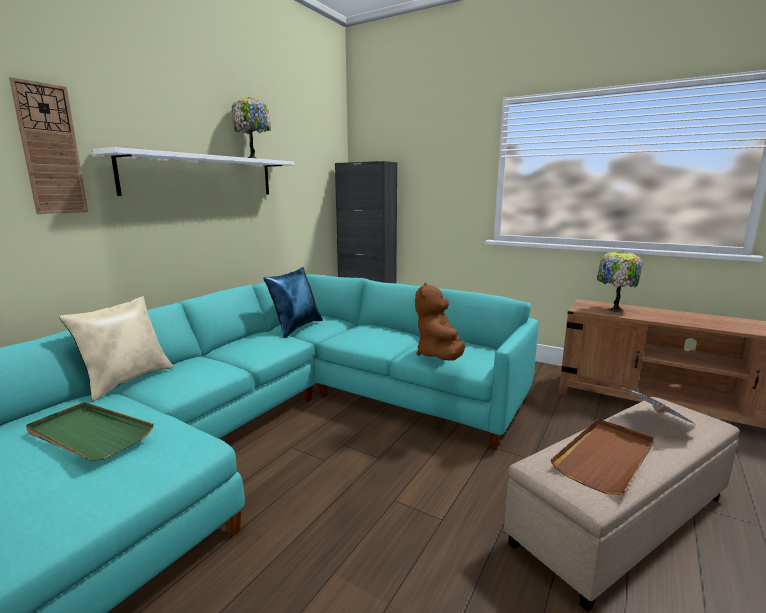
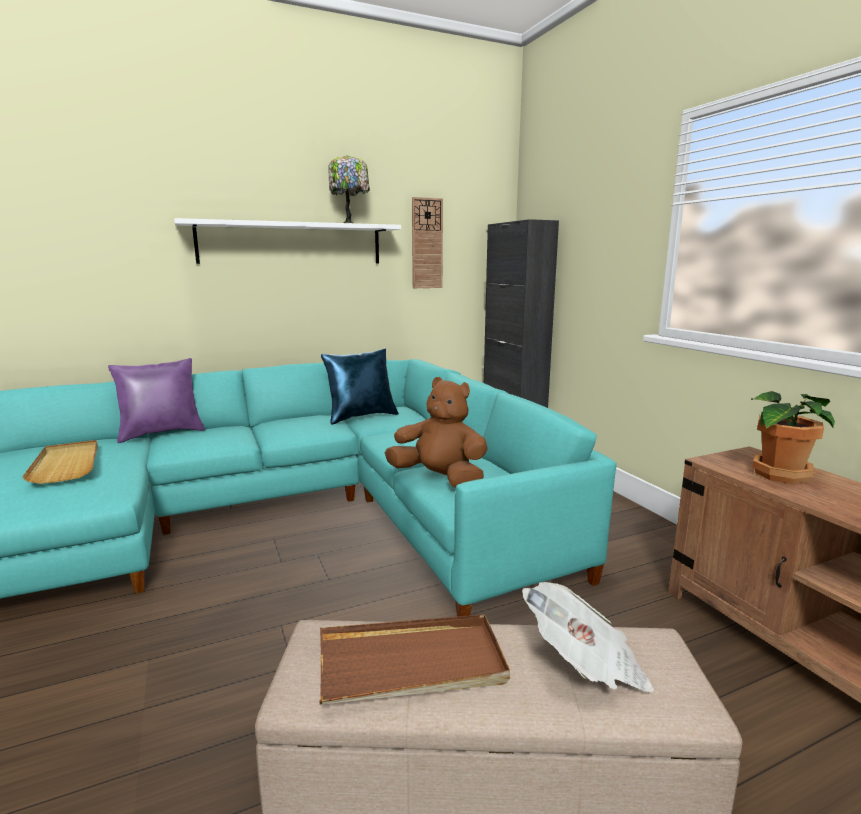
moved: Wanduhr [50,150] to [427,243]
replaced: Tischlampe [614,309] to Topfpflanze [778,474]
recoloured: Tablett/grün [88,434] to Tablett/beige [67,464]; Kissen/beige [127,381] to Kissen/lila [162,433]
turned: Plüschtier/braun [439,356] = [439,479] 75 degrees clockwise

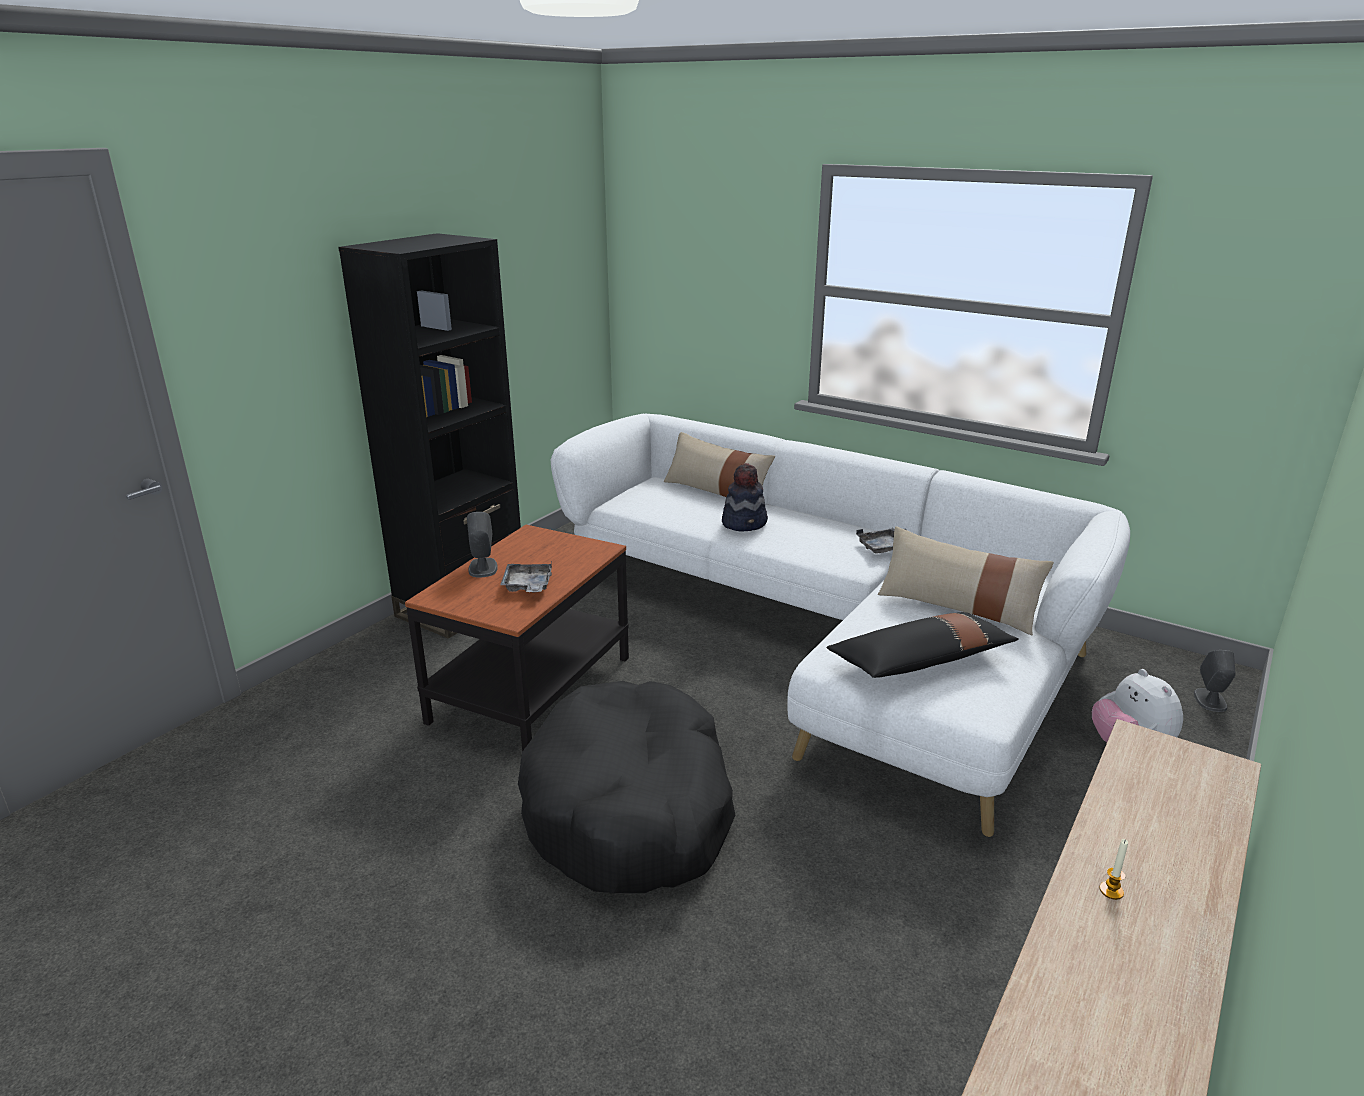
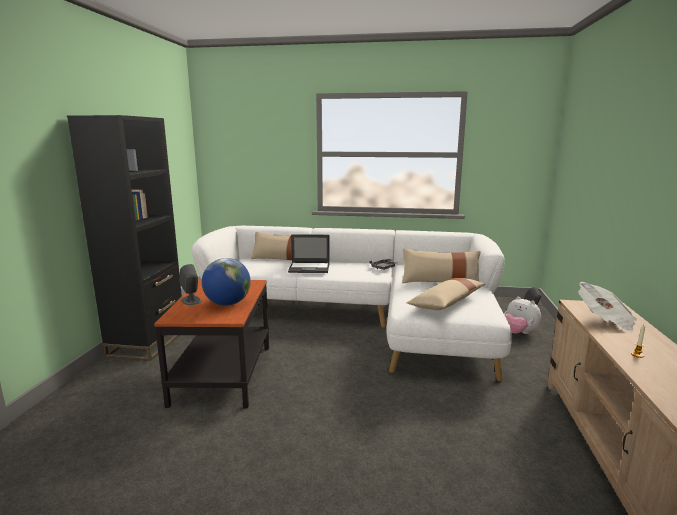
removed: Hundebett/schwarz [630,809]
added: Zeitung [605,320]
replaced: Tablett/grau [528,586] to Globus [228,303]; Hut [745,523] to Laptop [310,268]
recoloured: Kissen/schwarz [920,661] to Kissen/beige [447,303]

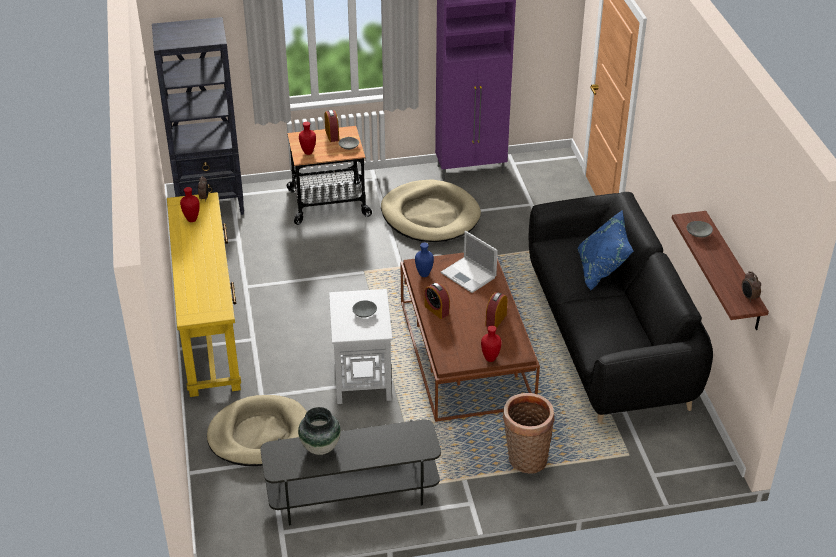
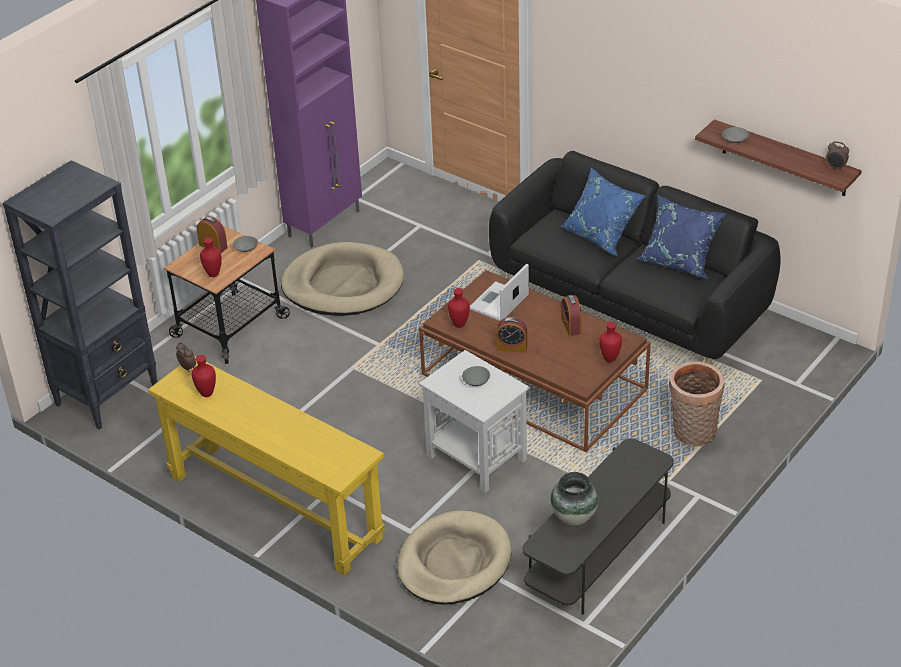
added: Kissen/blau [679,261]
recoloured: Vase/blau [424,274] to Vase/rot [459,324]
turned: Laptop [469,275] = [498,303] 120 degrees clockwise

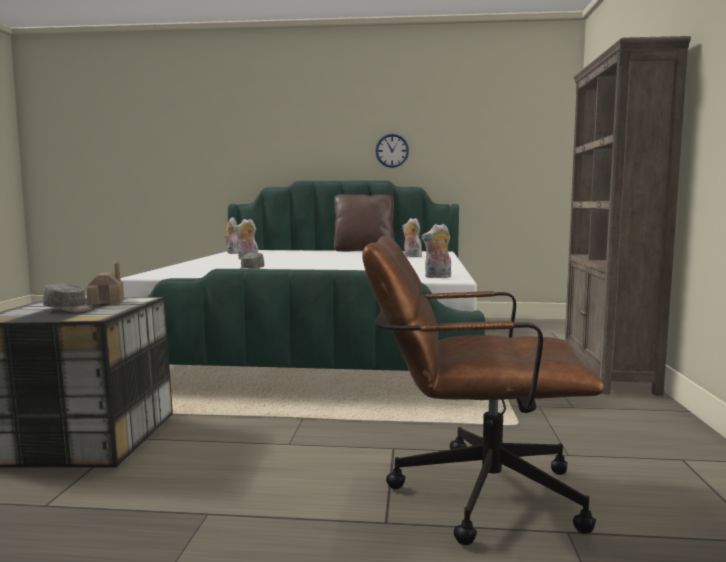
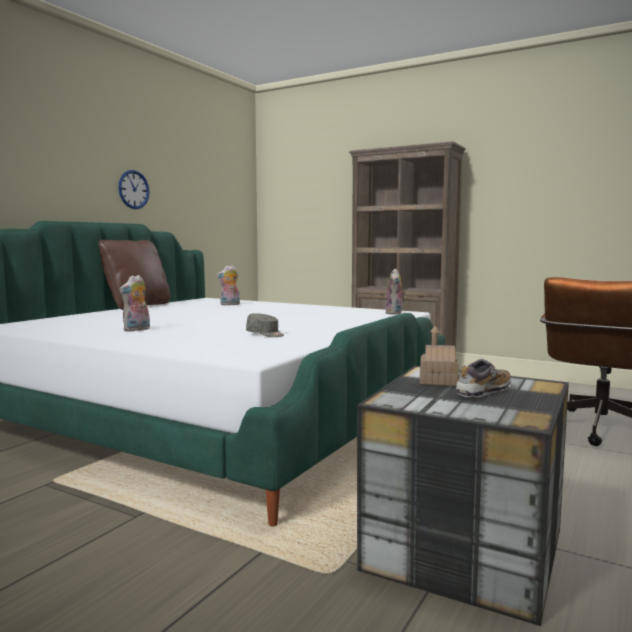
removed: Plüschtier [232,253]
replaced: Kappe/grau [69,309] to Schuh [483,392]

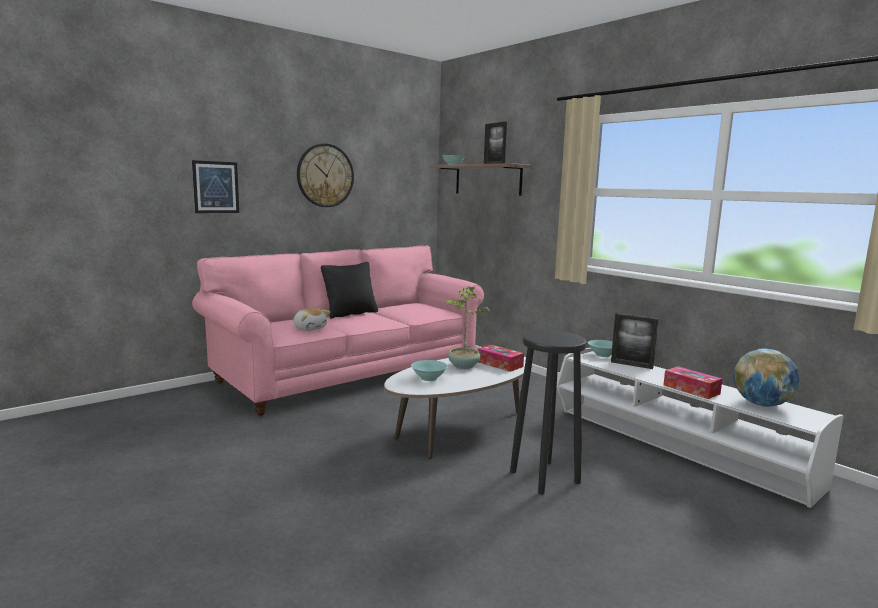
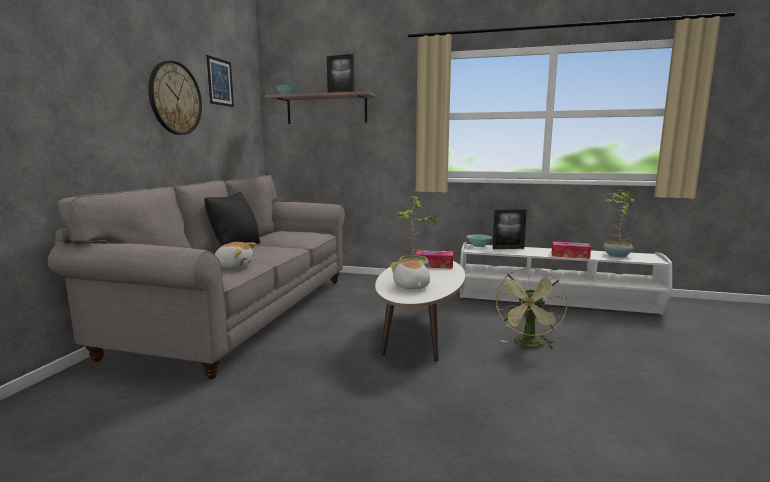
moved: Bild [216,187] to [220,82]
replaced: Schüssel/türkis [428,378] to Plüschtier [411,287]; Hocker/schwarz [545,477] to Ventilator/grün [529,345]; Globus [761,404] to Topfpflanze [616,255]
recoloured: Sofa/rosa [350,374] to Sofa/grau [243,313]

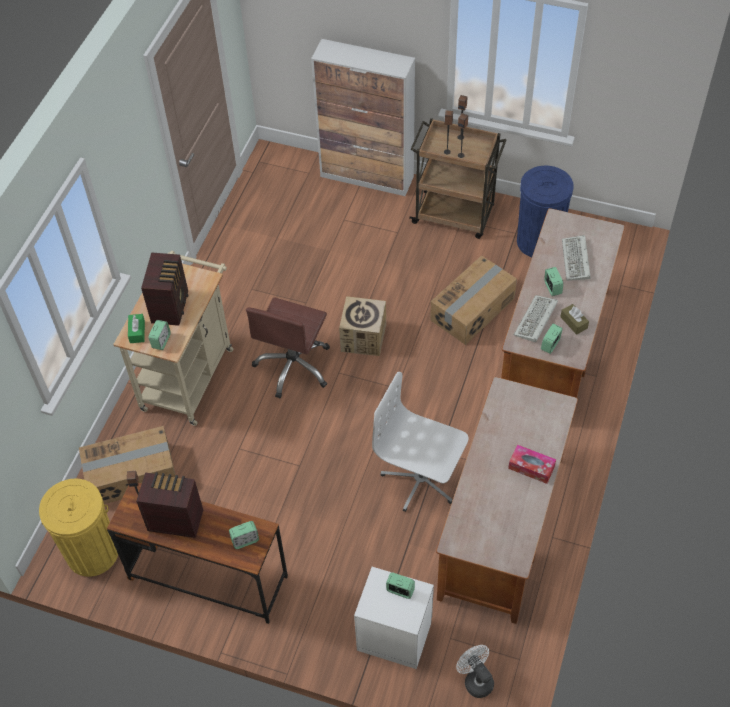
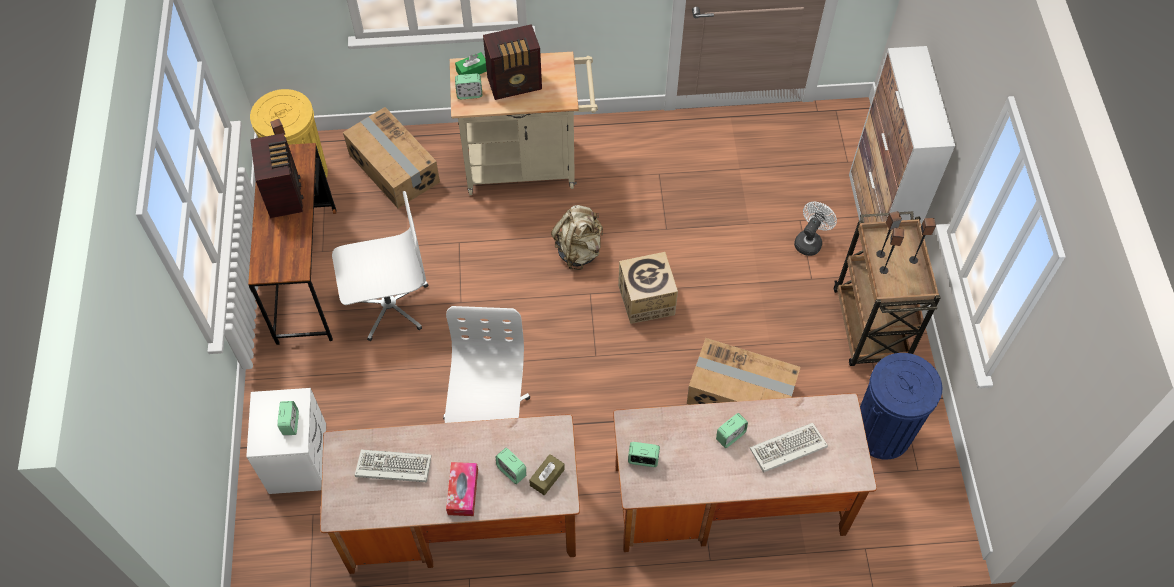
added: Bürostuhl/weiß [388,304]
moved: Wecker [245,540] to [511,471]; Ventilator/weiß [475,680] to [810,241]; Tastatur [536,321] to [392,468]; Taschentuchbox/braun [573,322] to [547,477]
replaced: Bürostuhl/braun [294,366] to Rucksack/beige [579,250]

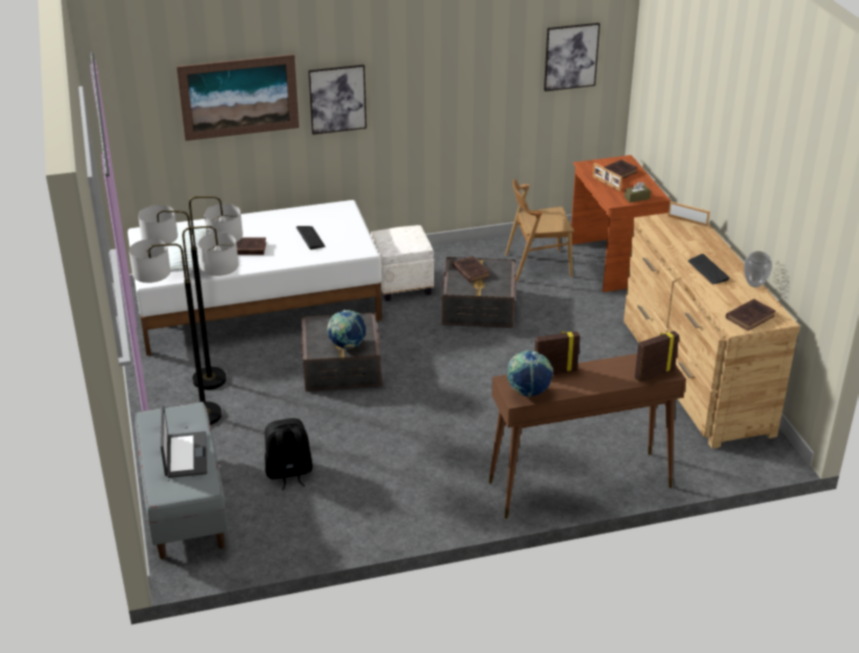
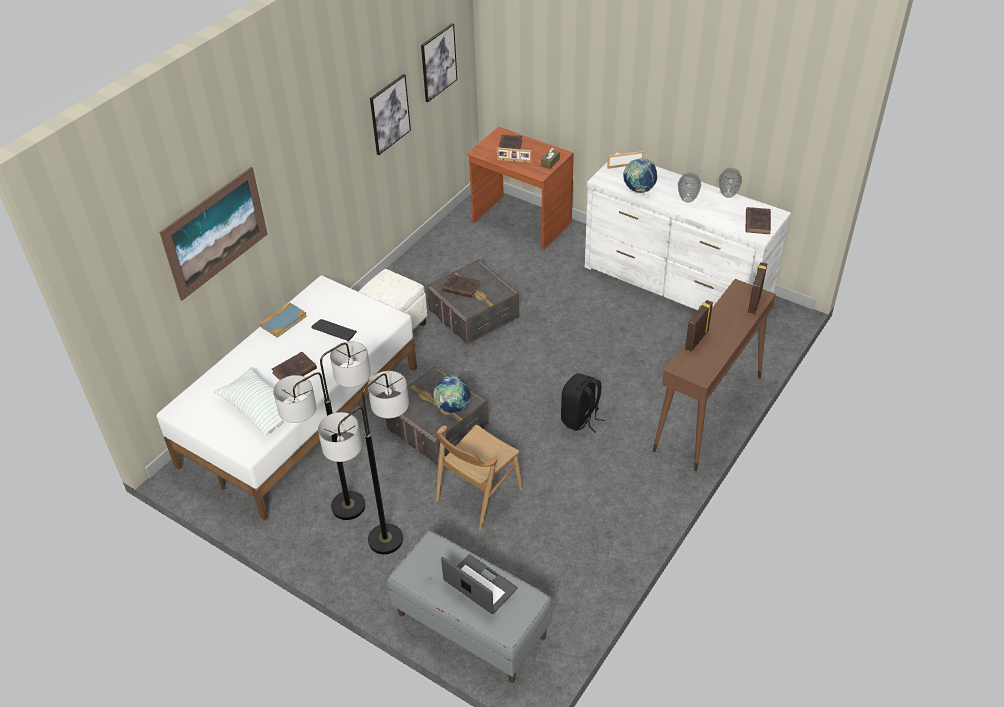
added: Buch [283,321]
moved: Rucksack/schwarz [289,473] to [580,419]; Bild [337,99] to [389,114]; Stuhl/braun [537,265] to [478,495]; Globus [528,392] to [639,190]
replaced: Tastatur [708,270] to Vase [688,199]
recoloured: Kommode/braun [694,376] to Kommode/weiß [676,284]

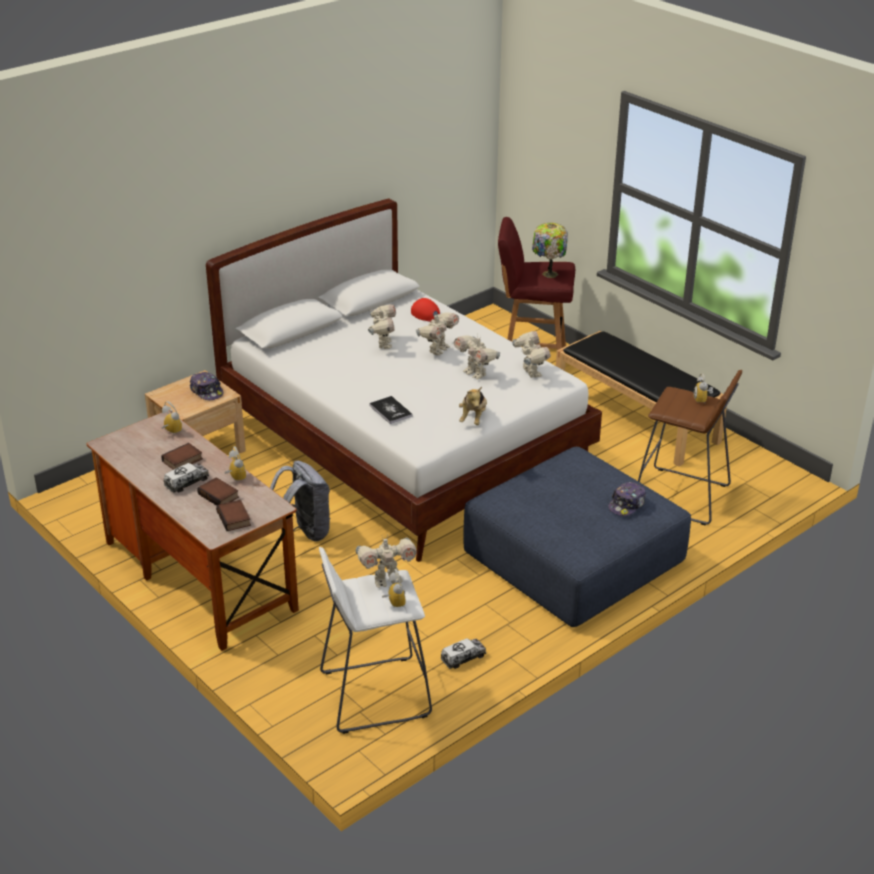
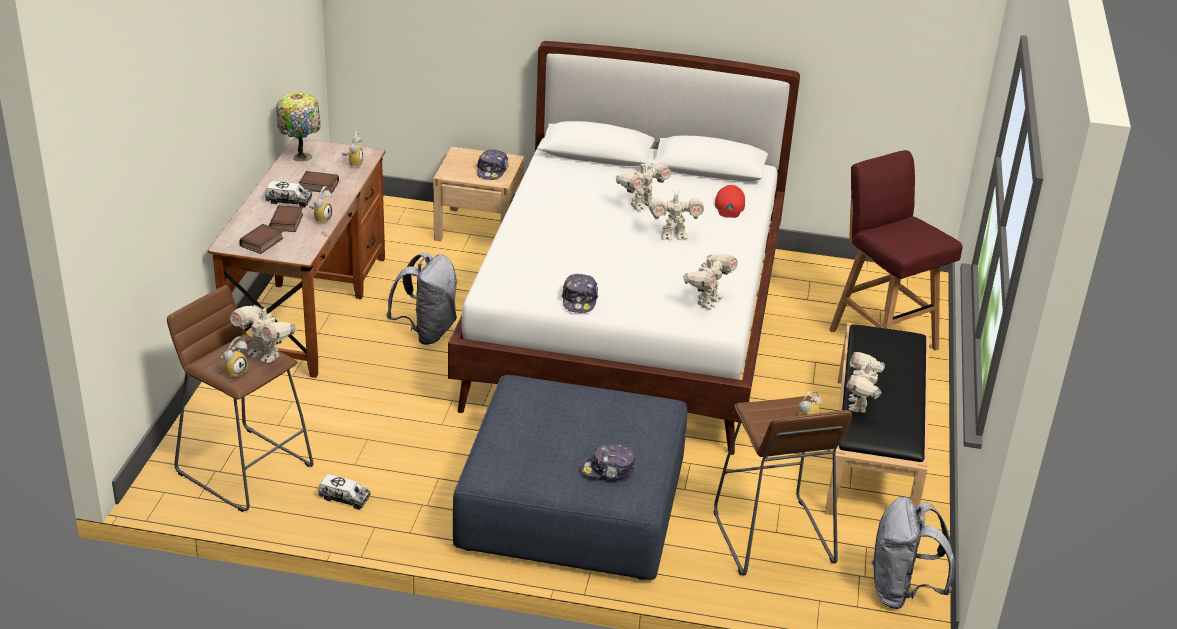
removed: Buch [390,411]
added: Rucksack/grau [902,592]
moved: Spielzeugroboter [476,373] to [859,405]; Tischlampe [548,274] to [301,156]
replaced: Plüschtier [473,418] to Kappe [579,300]
recoloured: Hocker/weiß [373,694] to Hocker/braun [245,468]

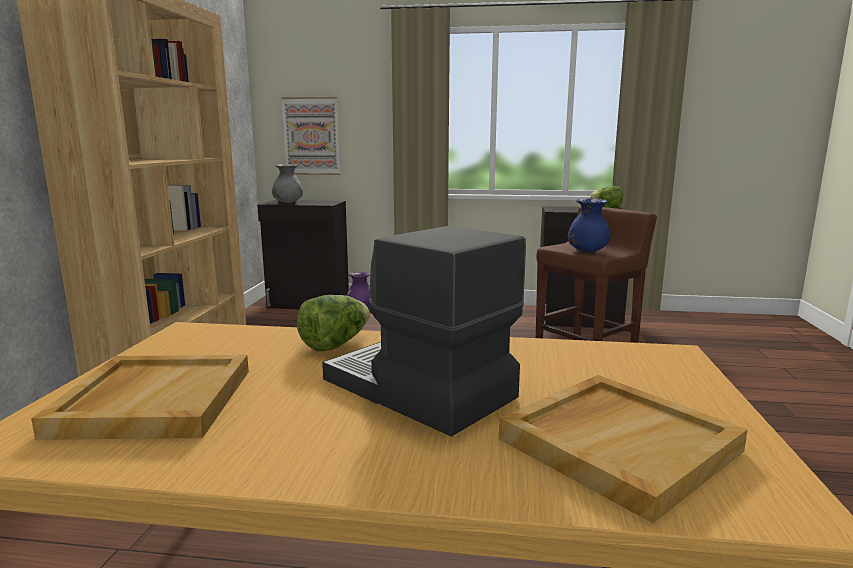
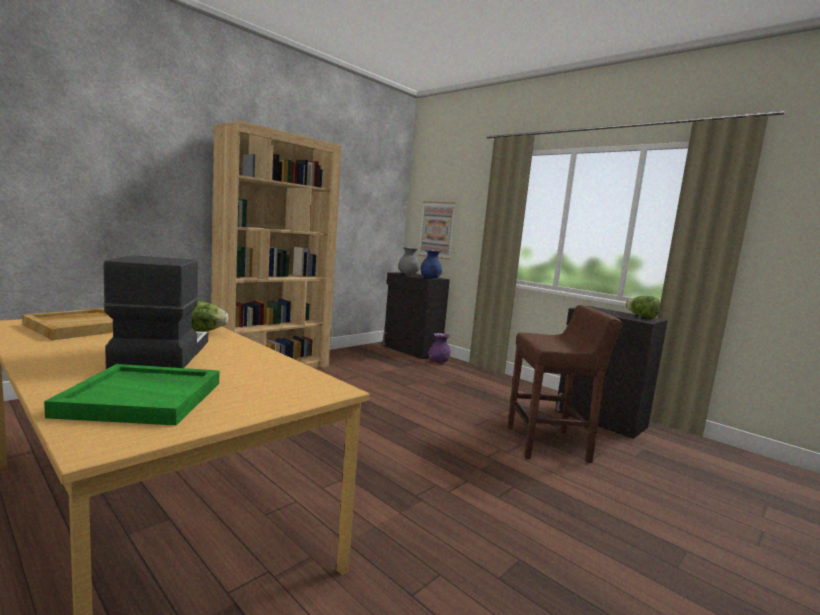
moved: Vase/blau [587,251] to [430,278]
recoloured: Tablett/beige [618,443] to Tablett/grün [144,398]

